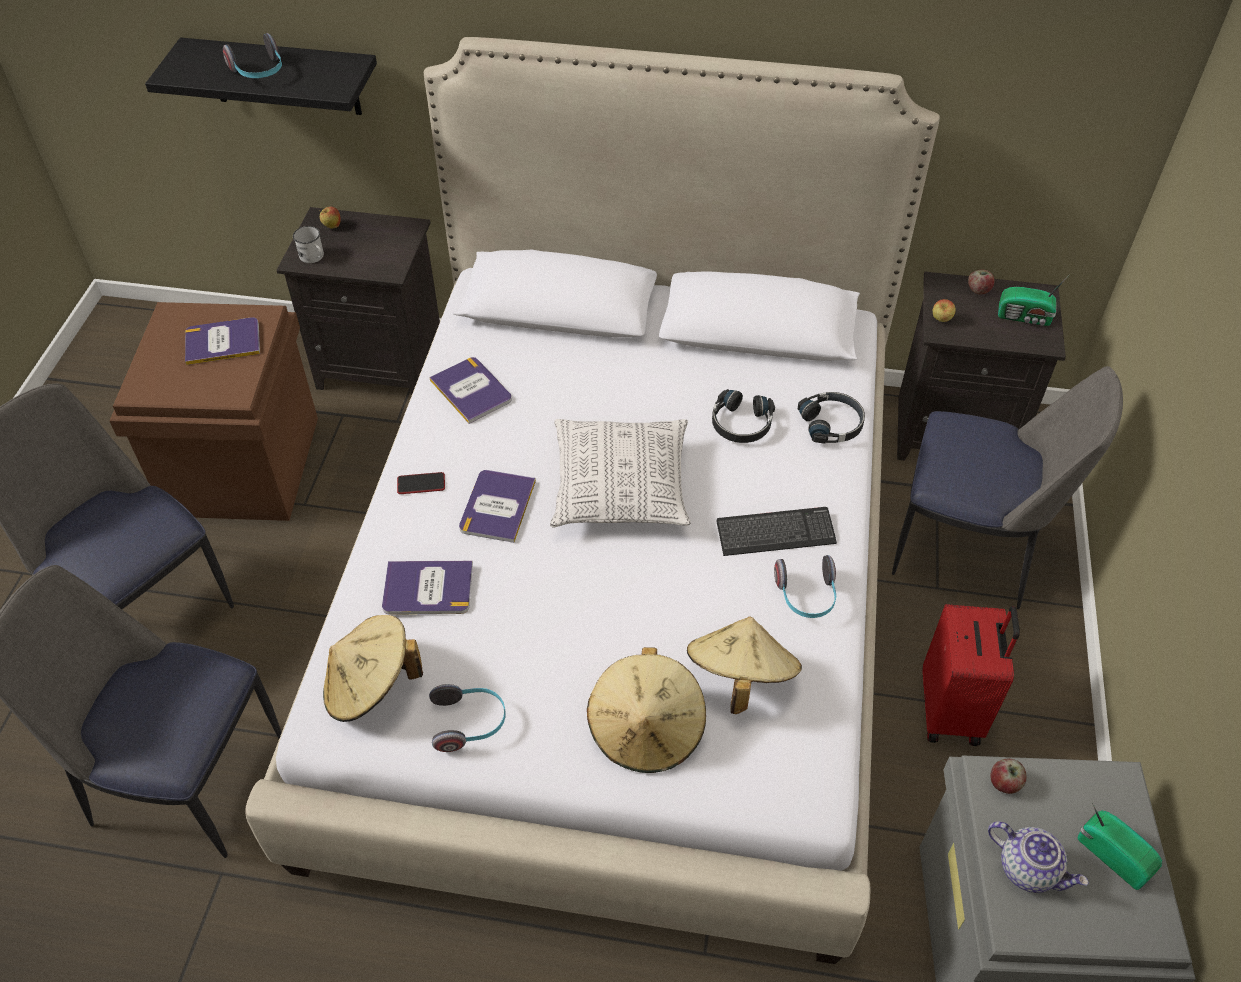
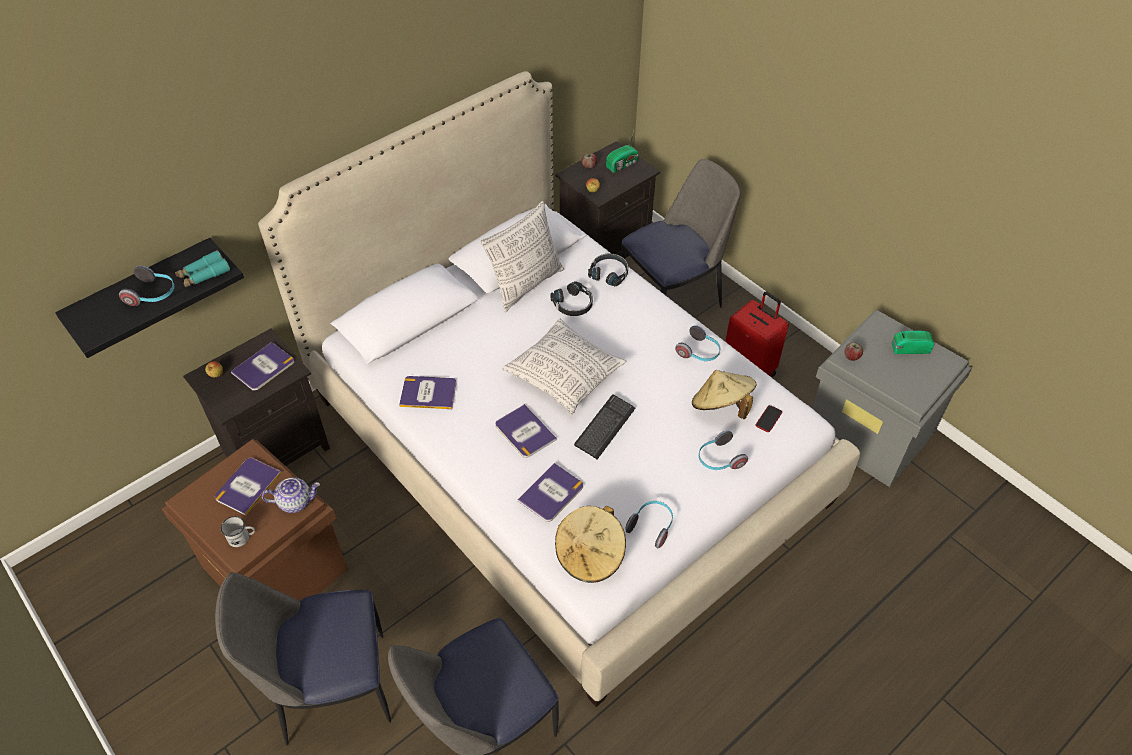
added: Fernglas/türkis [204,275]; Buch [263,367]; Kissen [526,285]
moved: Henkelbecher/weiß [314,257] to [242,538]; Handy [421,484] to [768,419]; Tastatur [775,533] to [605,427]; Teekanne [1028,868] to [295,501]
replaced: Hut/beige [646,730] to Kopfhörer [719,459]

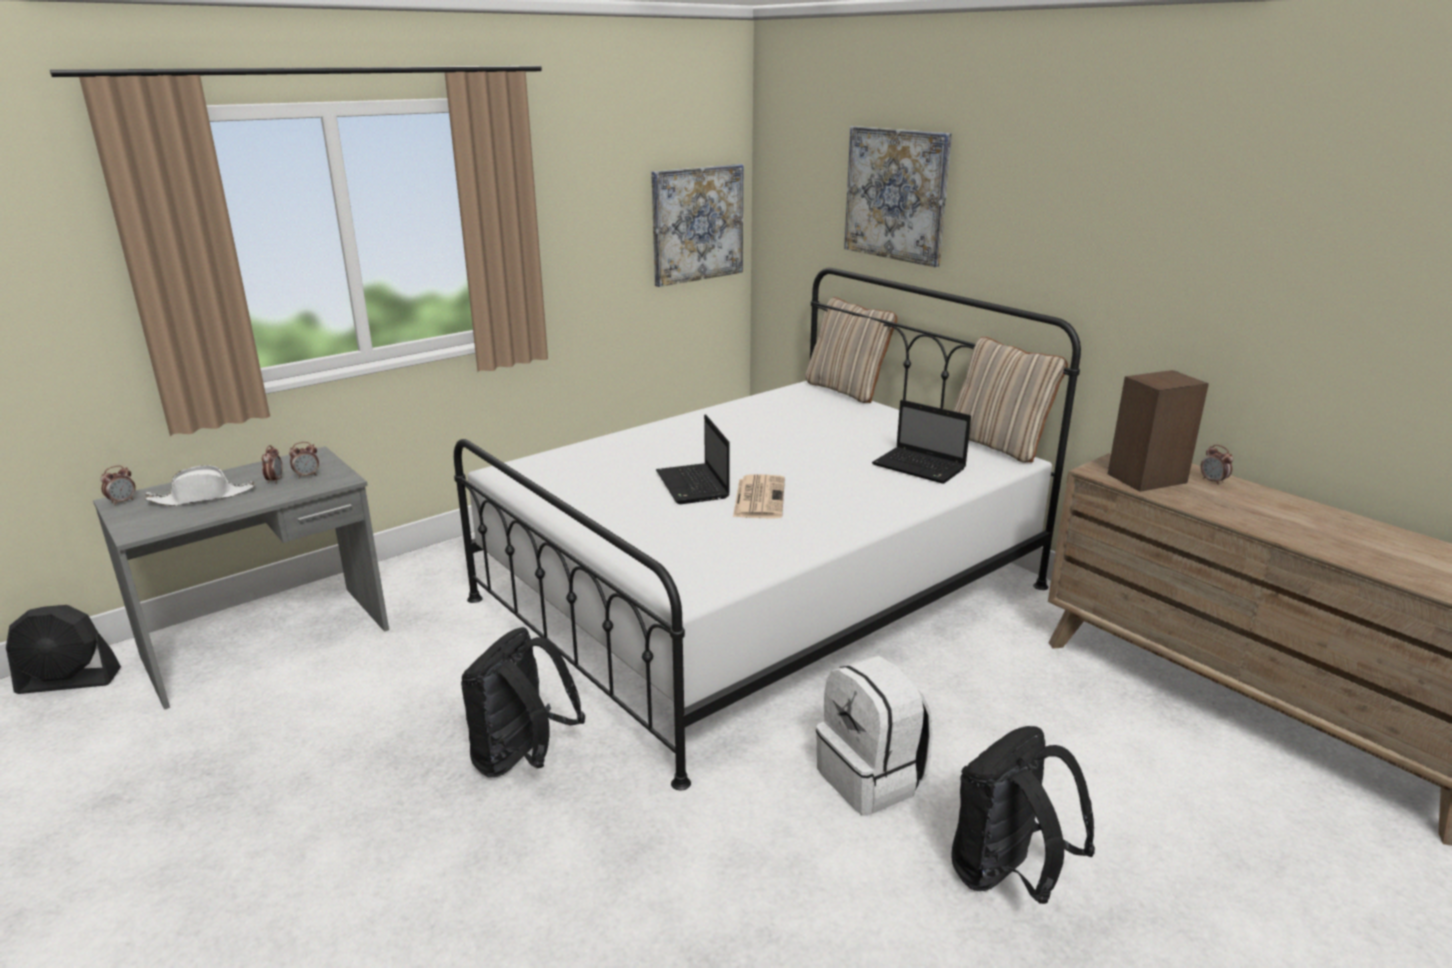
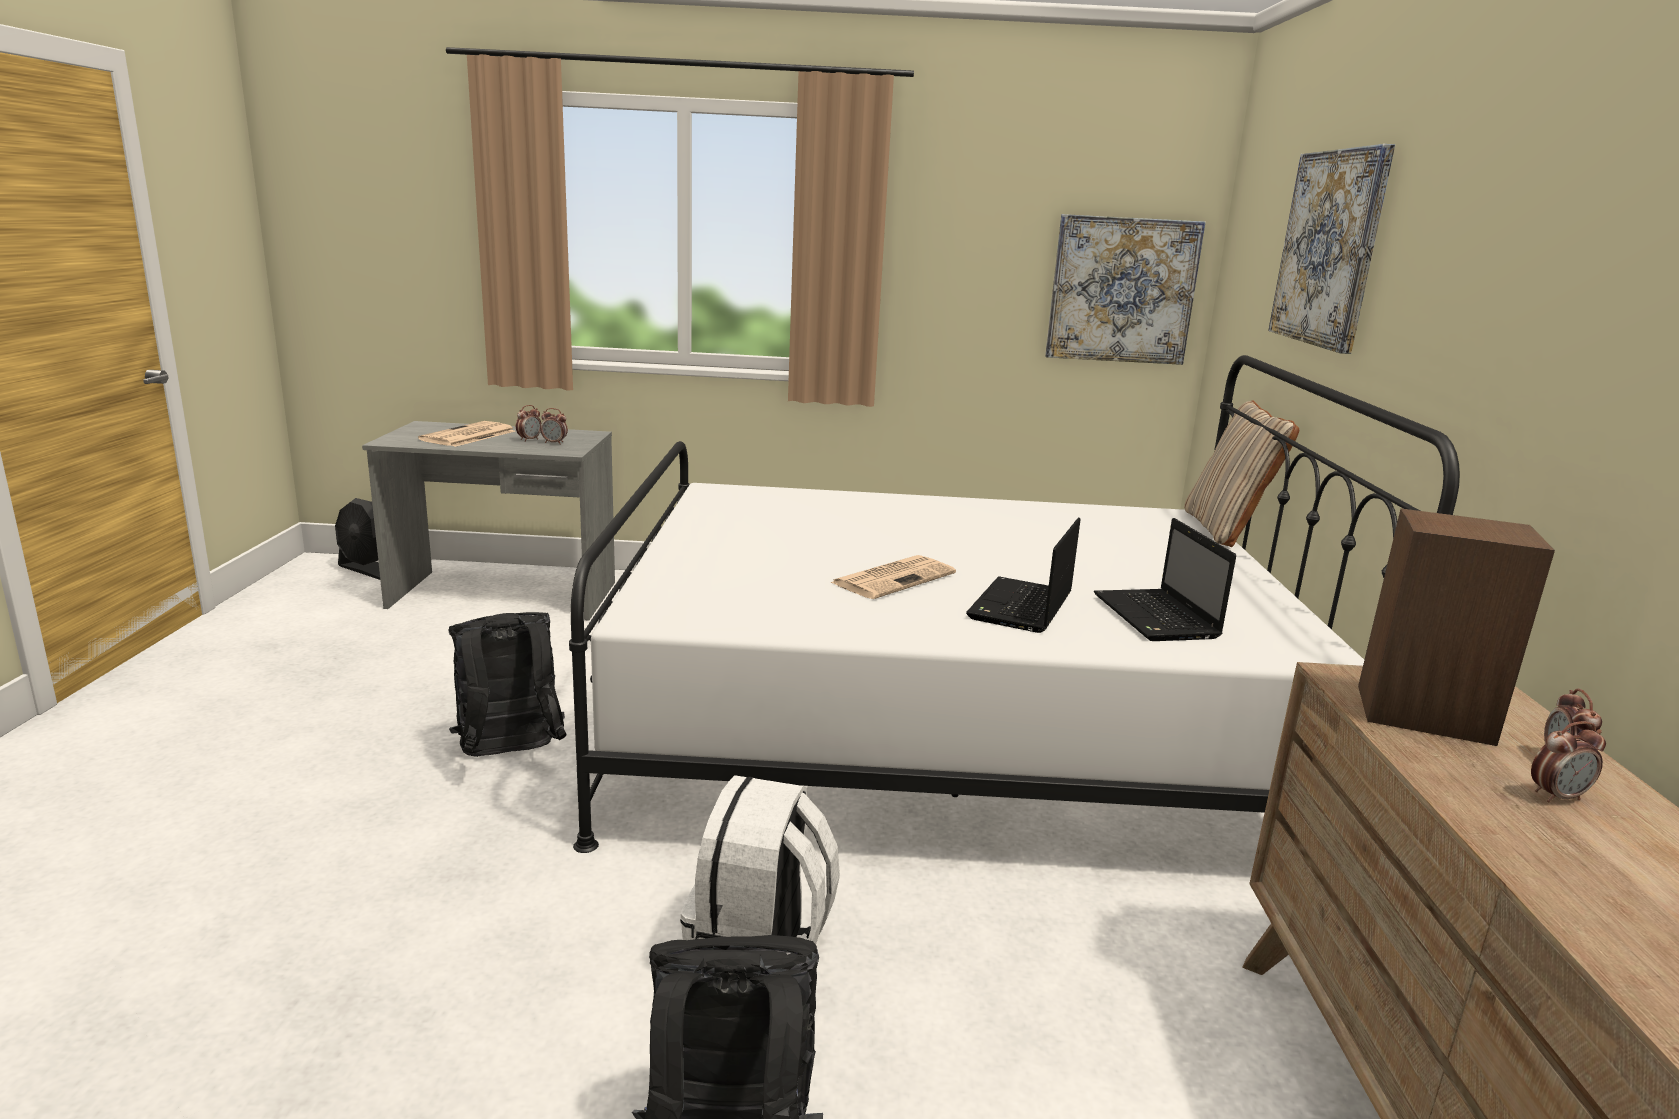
removed: Kissen/beige [998,445]
moved: Wecker [122,502] to [1557,796]; Laptop [693,486] to [1021,608]
replaced: Hut/weiß [203,497] to Zeitung [468,436]

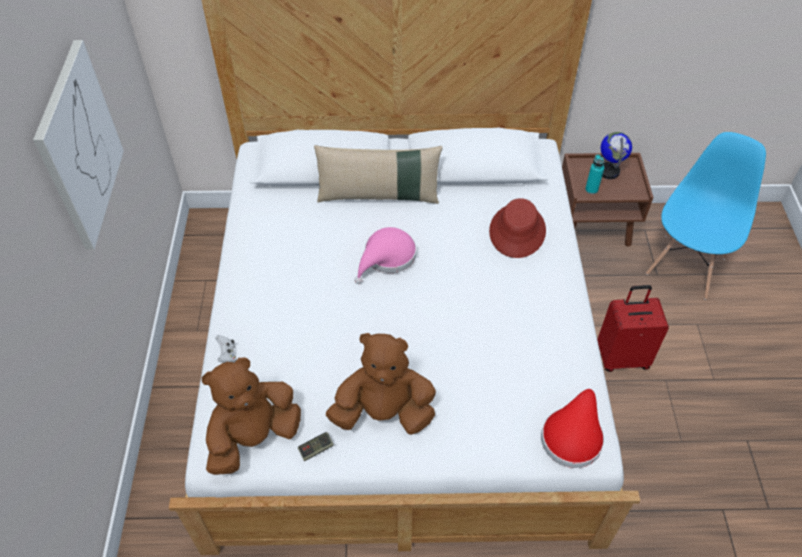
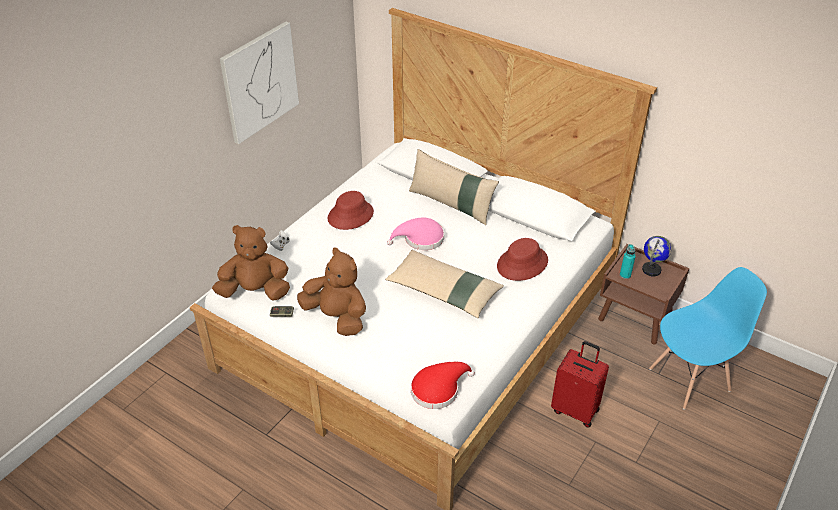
added: Hut/rot [350,215]; Kissen/beige [443,291]

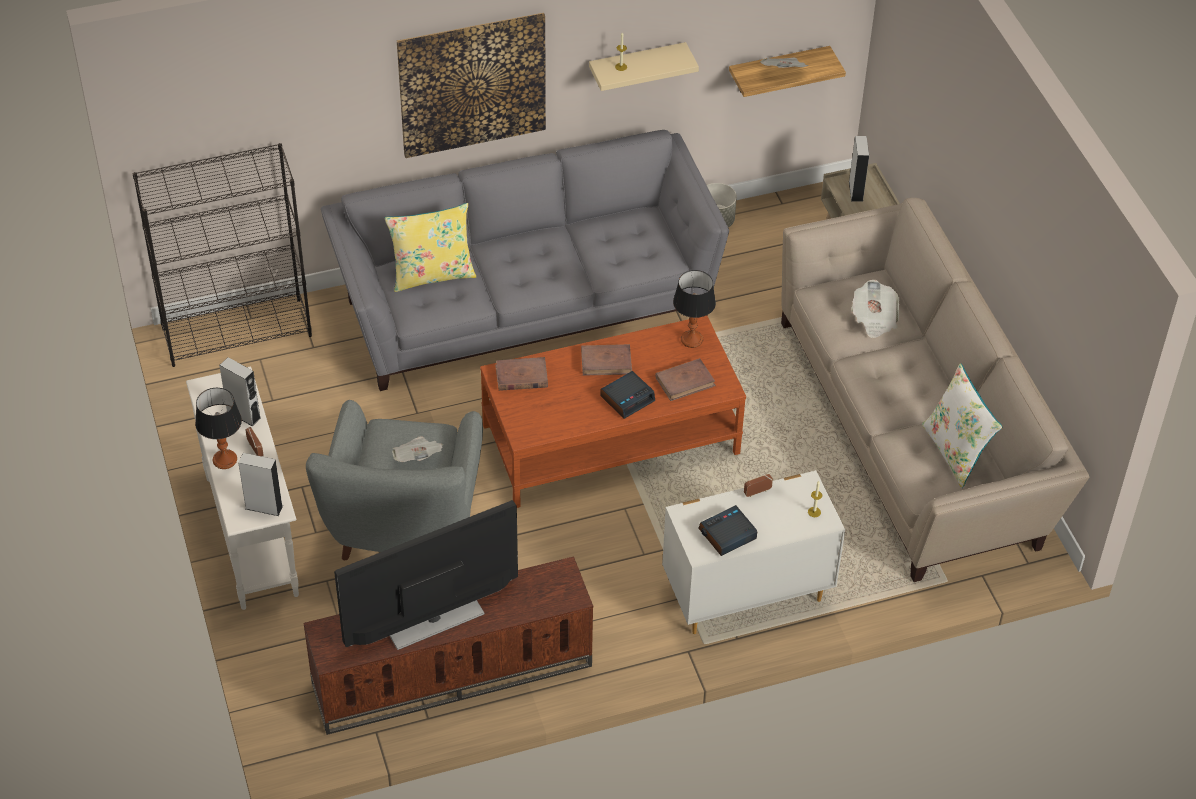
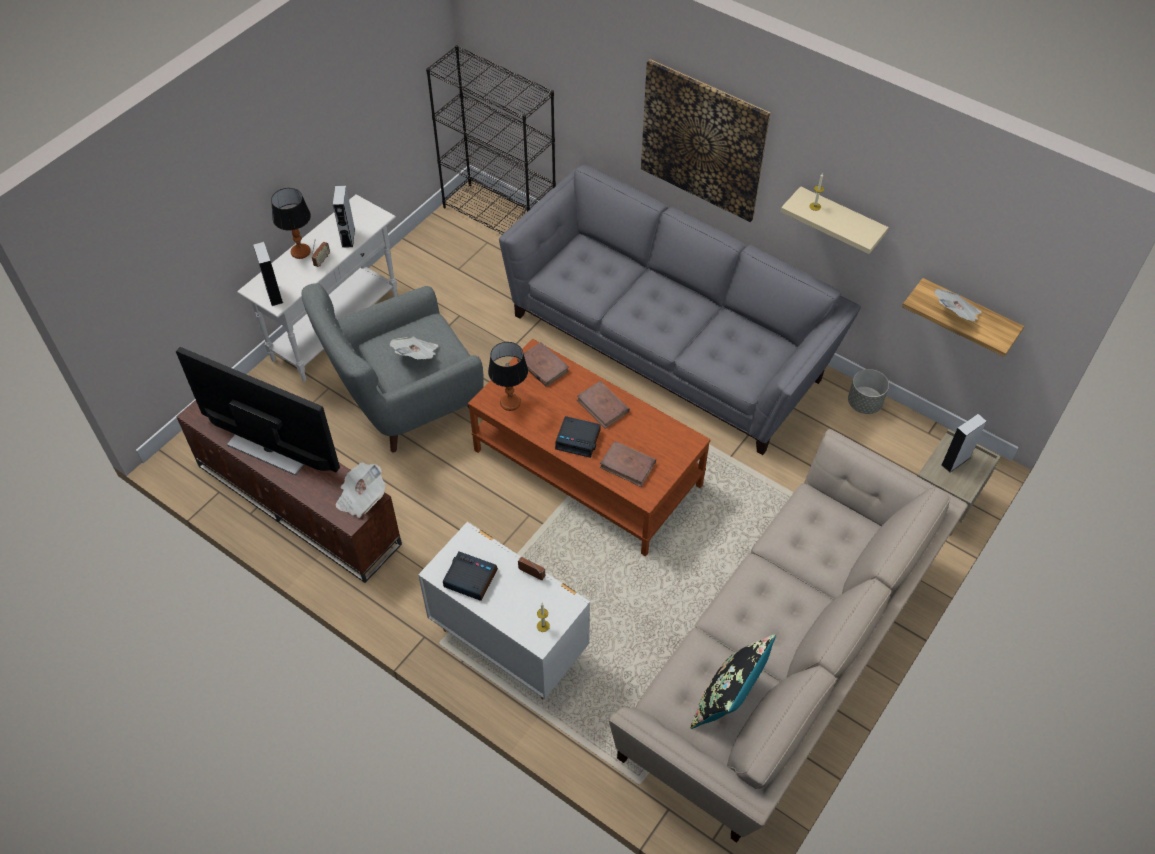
removed: Kissen/gelb [432,274]
moved: Tischlampe [691,340] to [510,403]; Zeitung [874,319] to [361,498]
recoloured: Kissen/weiß [955,452] to Kissen/schwarz [728,700]

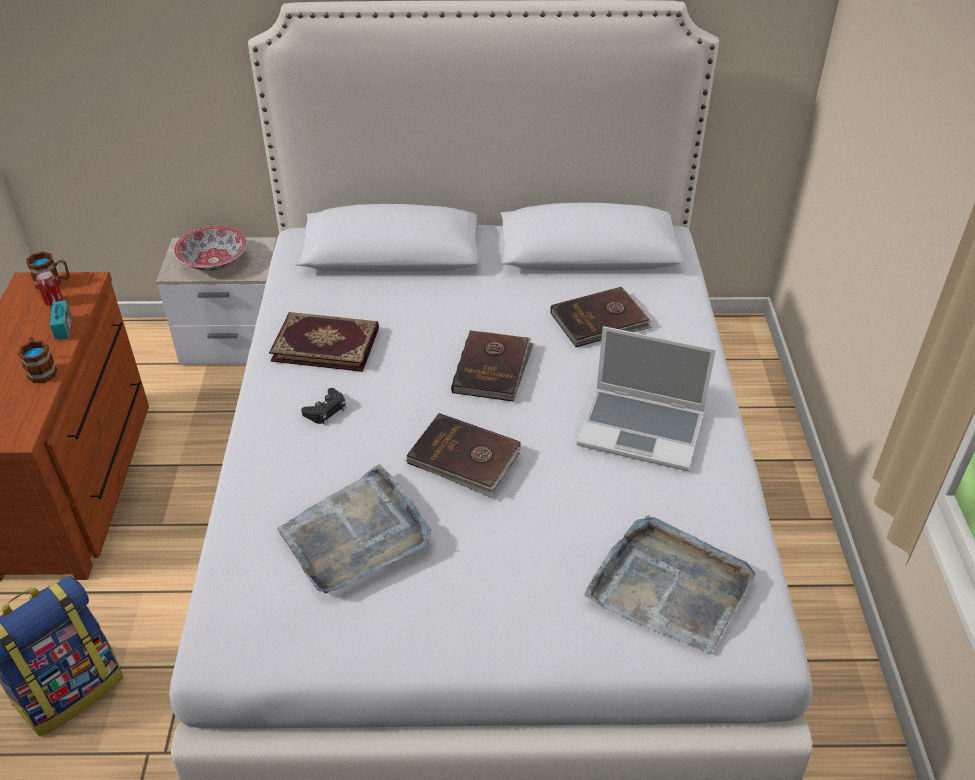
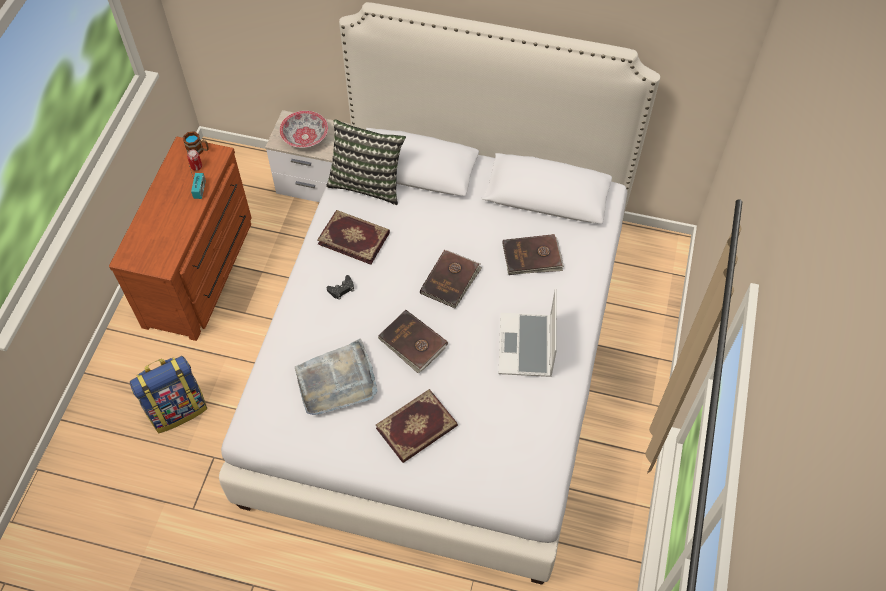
removed: Henkelbecher [41,370]; Tablett/grau [670,586]
added: Kissen [367,182]; Buch [417,428]
turned: Laptop [642,429] = [527,347] 60 degrees clockwise

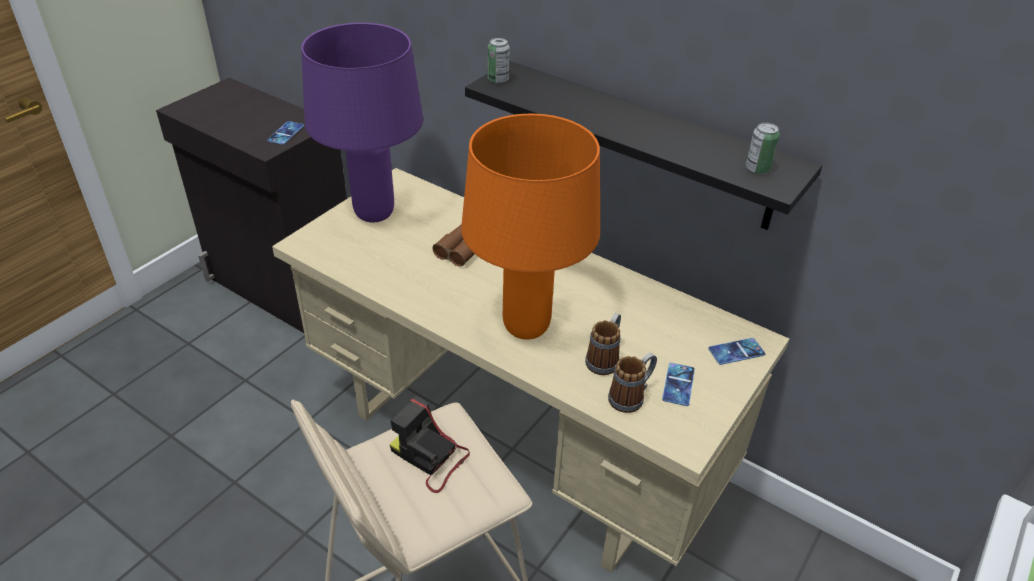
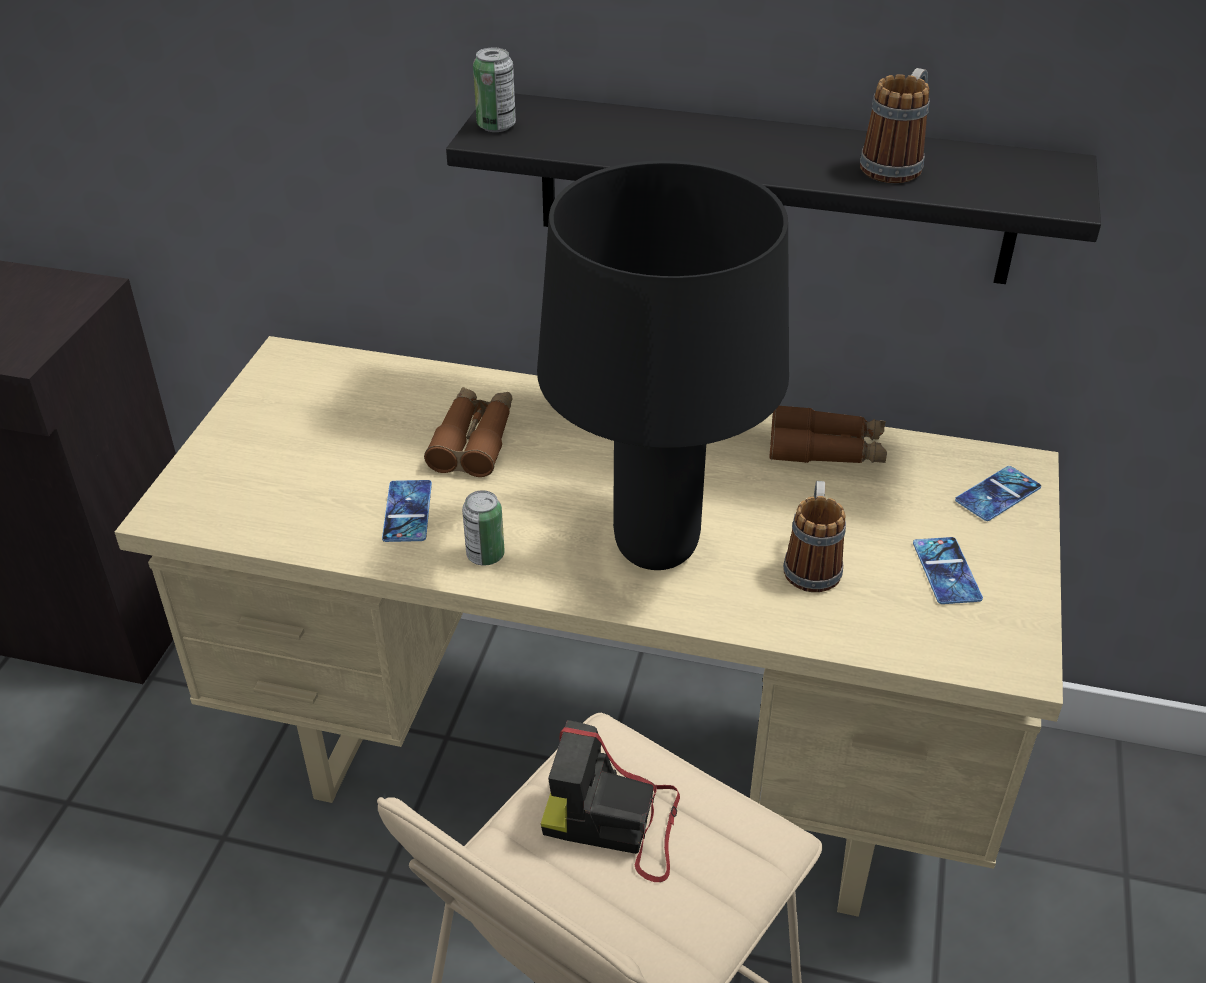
removed: Tischlampe/lila [373,214]
added: Fernglas/braun [826,450]
moved: Handy [285,133] to [407,511]; Henkelbecher [631,397] to [896,164]; Dose [757,169] to [485,555]
recoloured: Tischlampe/orange [527,327] to Tischlampe/schwarz [657,547]

